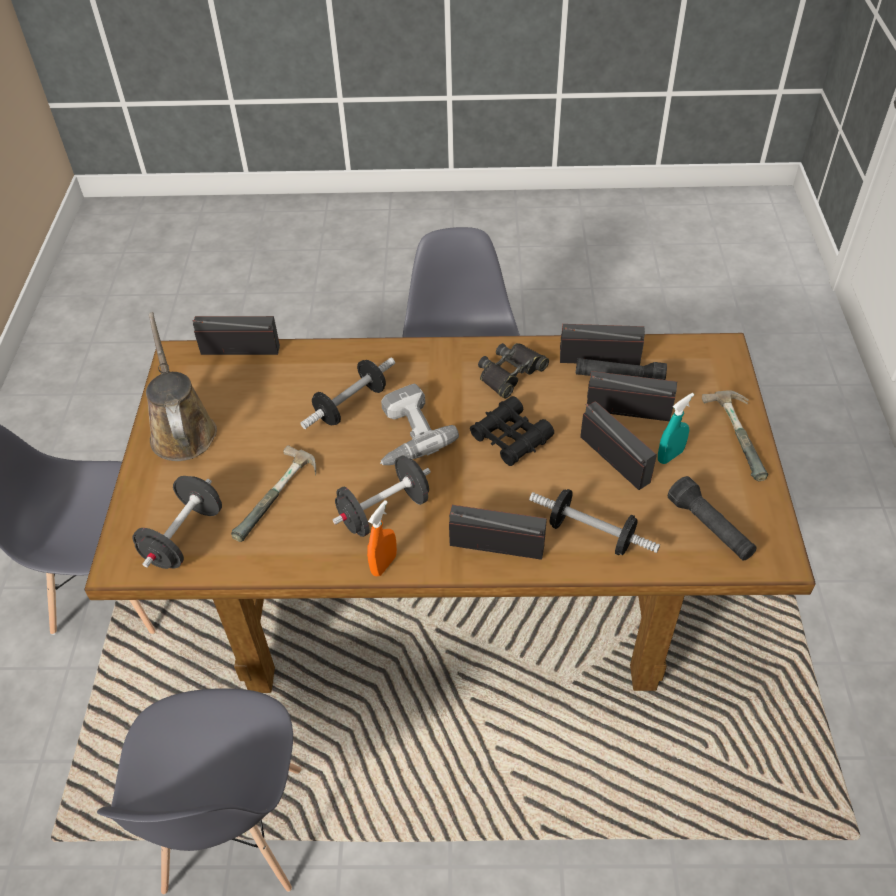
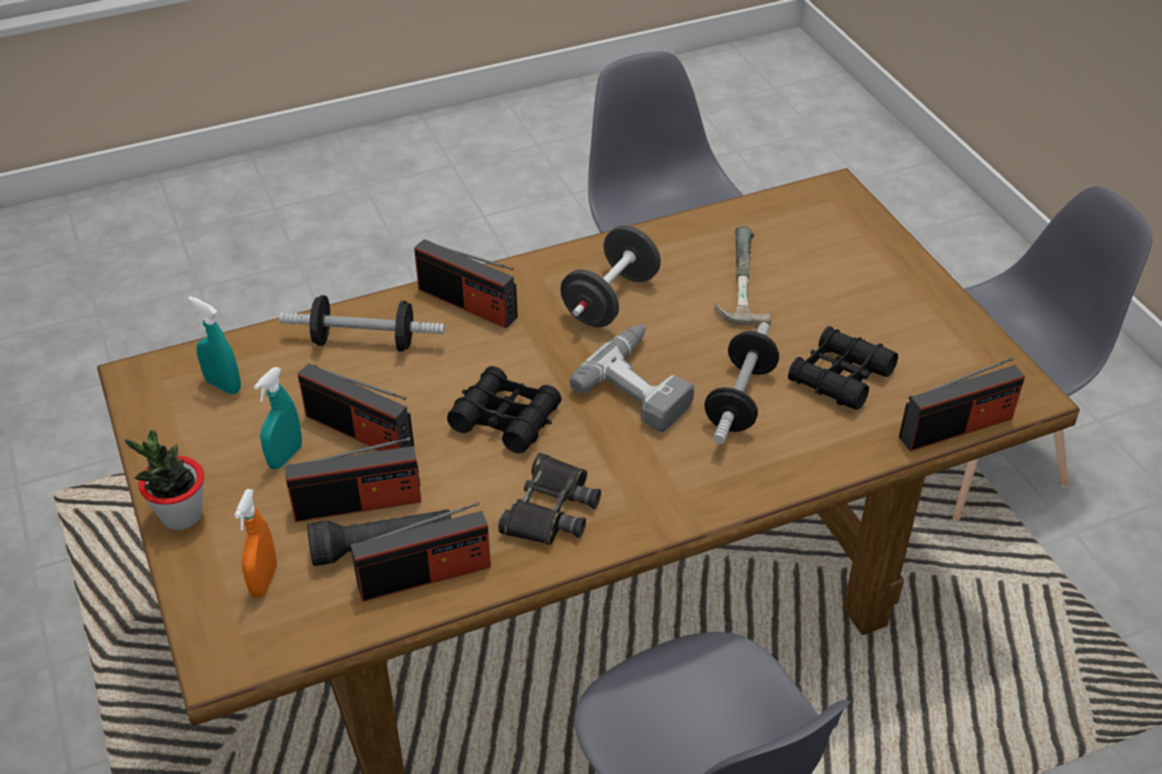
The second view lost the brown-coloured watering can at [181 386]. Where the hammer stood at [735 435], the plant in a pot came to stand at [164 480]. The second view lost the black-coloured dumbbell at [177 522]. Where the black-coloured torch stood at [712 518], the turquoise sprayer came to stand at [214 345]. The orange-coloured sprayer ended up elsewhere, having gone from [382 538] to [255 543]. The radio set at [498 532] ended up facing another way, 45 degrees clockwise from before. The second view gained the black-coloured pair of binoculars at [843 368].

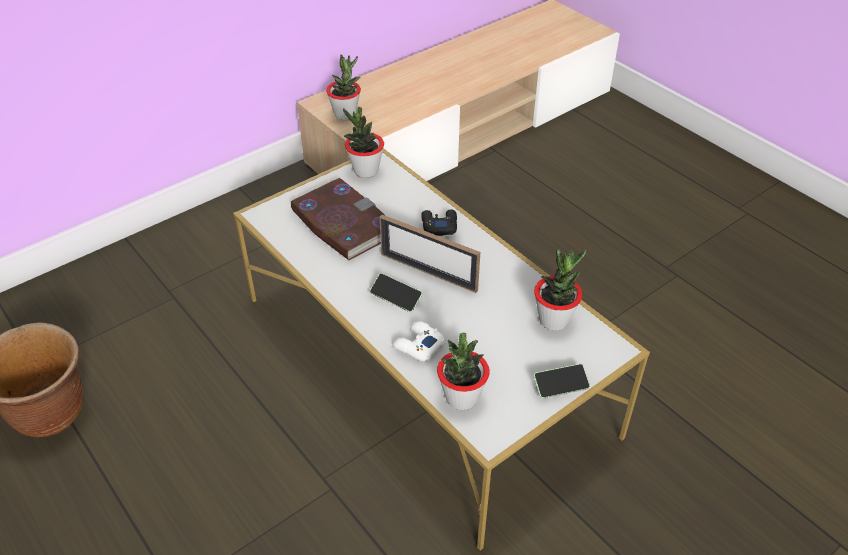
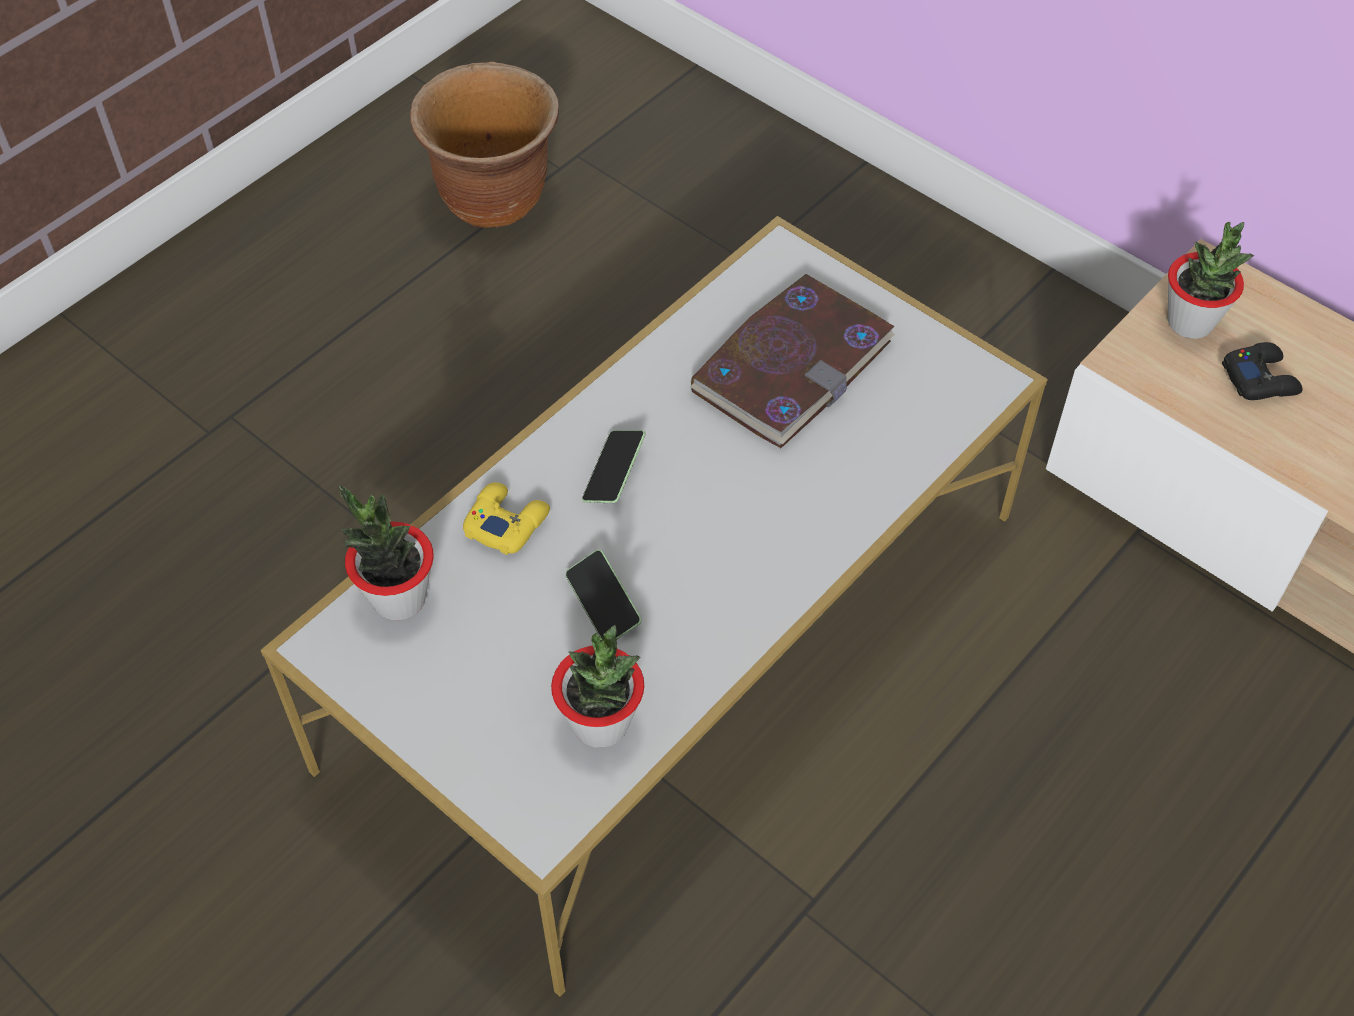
The second view lost the plant in a pot at [363 142]. The black-coloured game controller ended up elsewhere, having gone from [439 222] to [1262 371]. The second view lost the standing frame at [430 254]. What was the whitish game controller at [418 341] turned into the yellow-coloured game controller at [506 518]. The handset ended up elsewhere, having gone from [562 381] to [603 594].

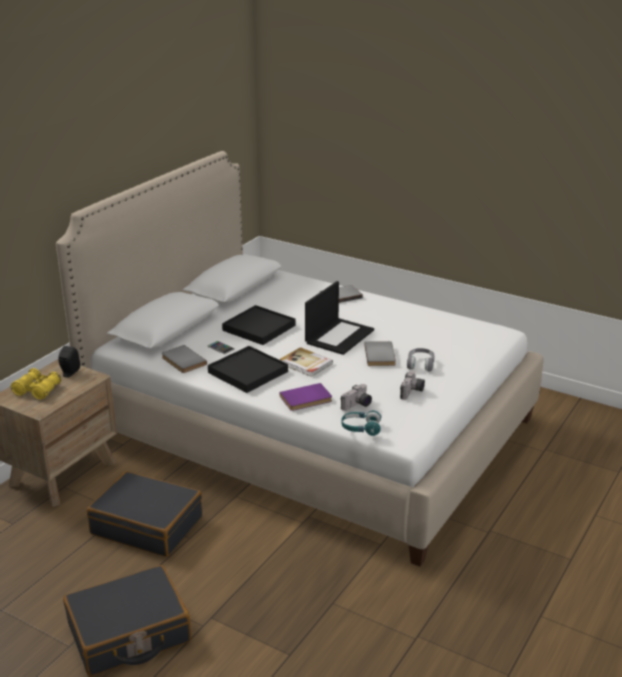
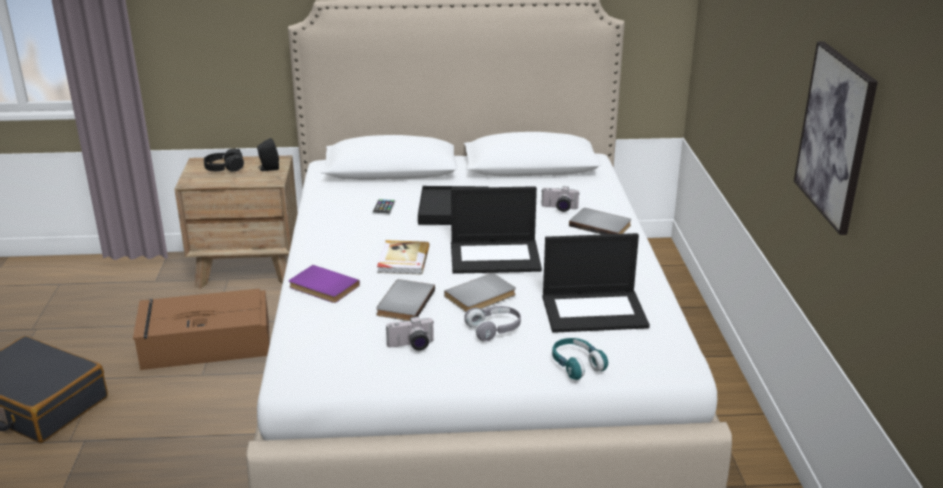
The gray book ended up elsewhere, having gone from [184 359] to [405 300]. The second view lost the black-coloured tray at [248 369]. Where the yellow-coloured pair of binoculars stood at [36 384], the black-coloured headphones came to stand at [224 160]. The still camera ended up elsewhere, having gone from [356 397] to [560 199]. The turquoise headphones ended up elsewhere, having gone from [361 423] to [580 359]. Where the black-coloured piece of luggage stood at [144 514], the brown-coloured storage box came to stand at [201 329]. The second view gained the picture at [836 138]. The second view gained the laptop at [596 283].

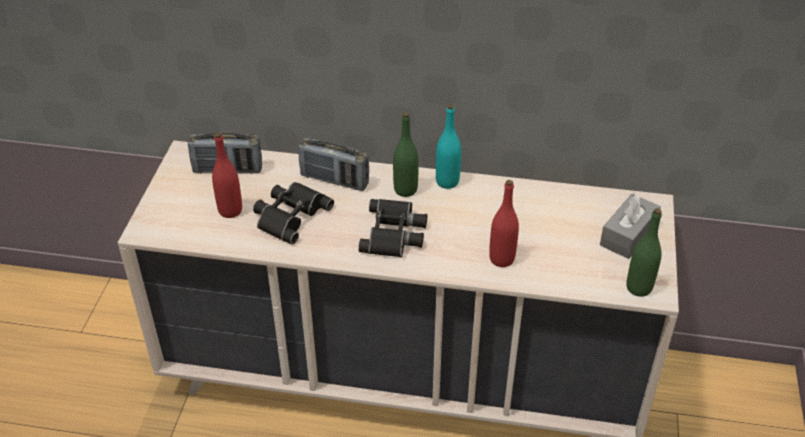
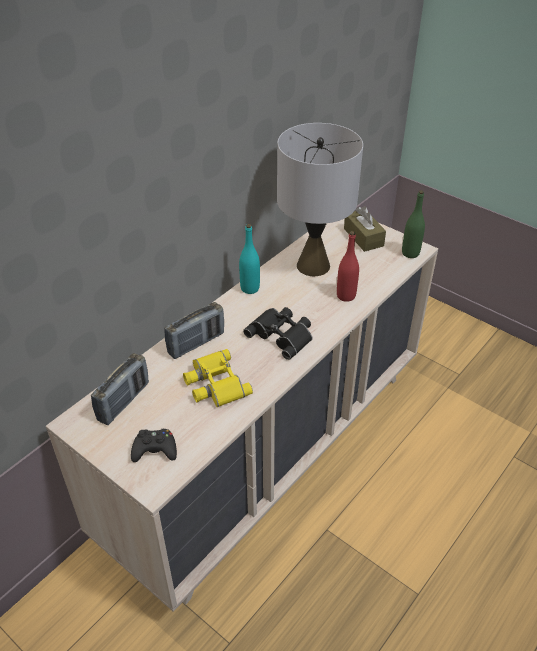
The second view lost the greenish bottle at [406 154]. The second view lost the red-coloured bottle at [227 175]. What was the black-coloured pair of binoculars at [293 213] turned into the yellow-coloured pair of binoculars at [218 378]. What was the gray tissue holder at [630 226] turned into the brown-coloured tissue holder at [365 229]. The second view gained the gray tabletop lamp at [320 199]. The second view gained the black-coloured game controller at [154 445].

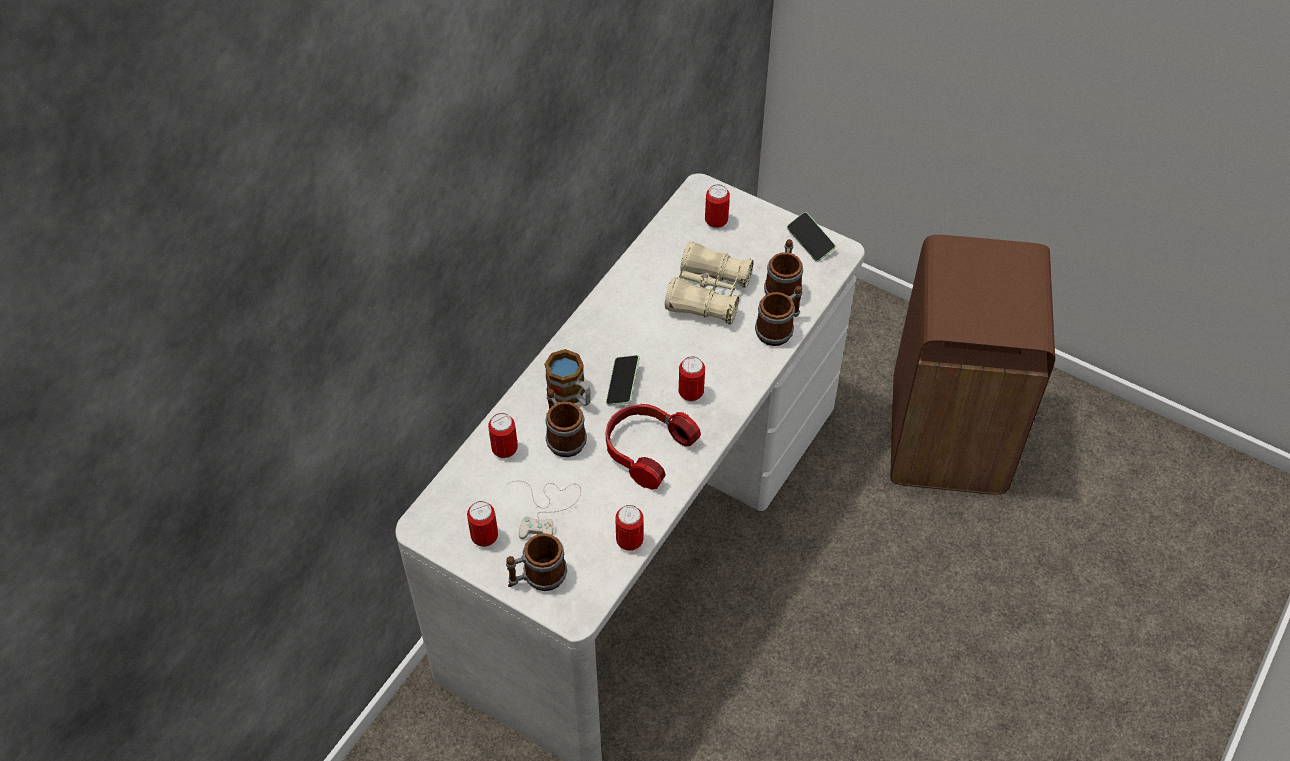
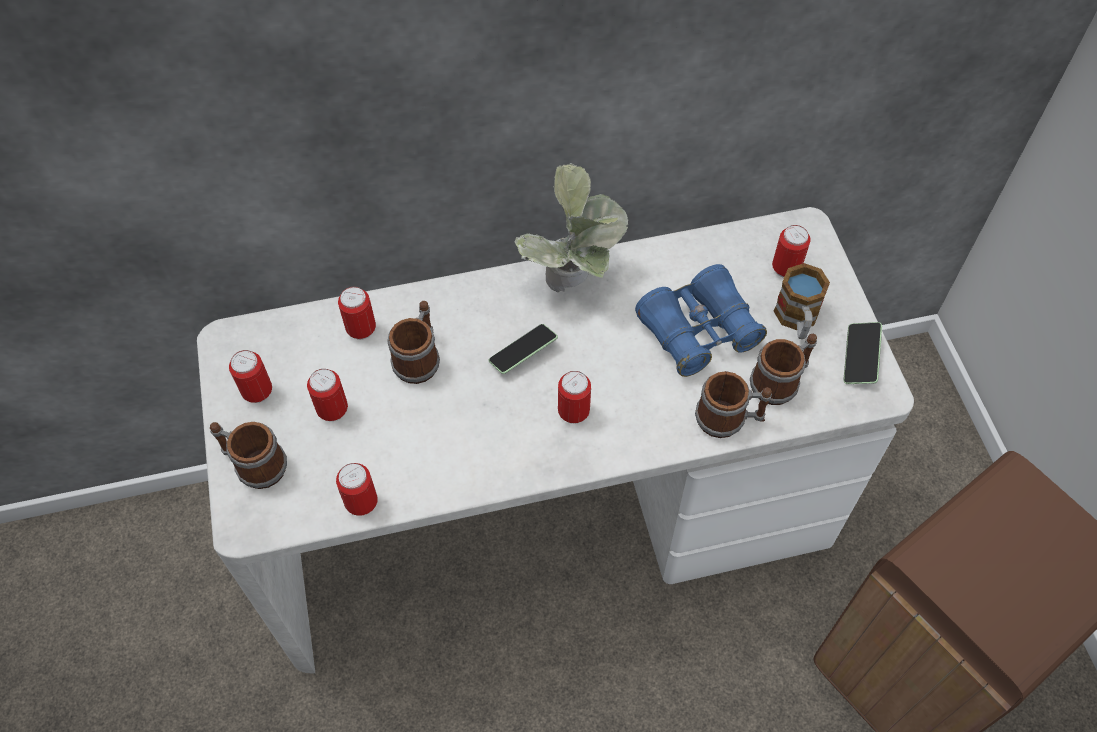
What was the beige-coloured pair of binoculars at [709 283] turned into the blue-coloured pair of binoculars at [701 320]. The mug ended up elsewhere, having gone from [567 377] to [802 301]. The second view lost the headphones at [653 446]. Where the whitish game controller stood at [543 510], the metal can came to stand at [327 395]. The second view gained the plant in a pot at [571 228].

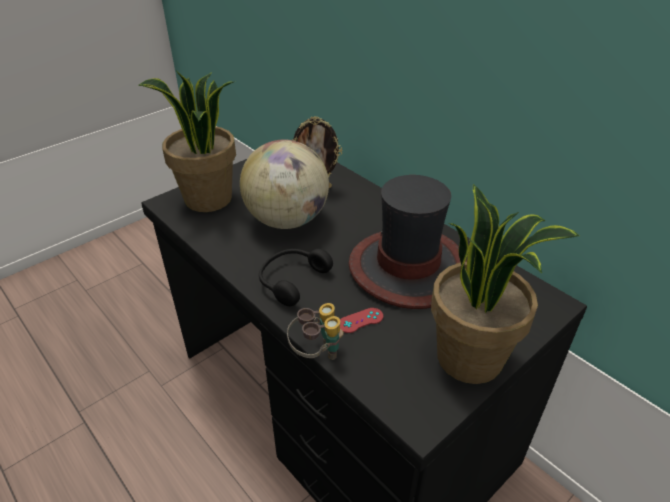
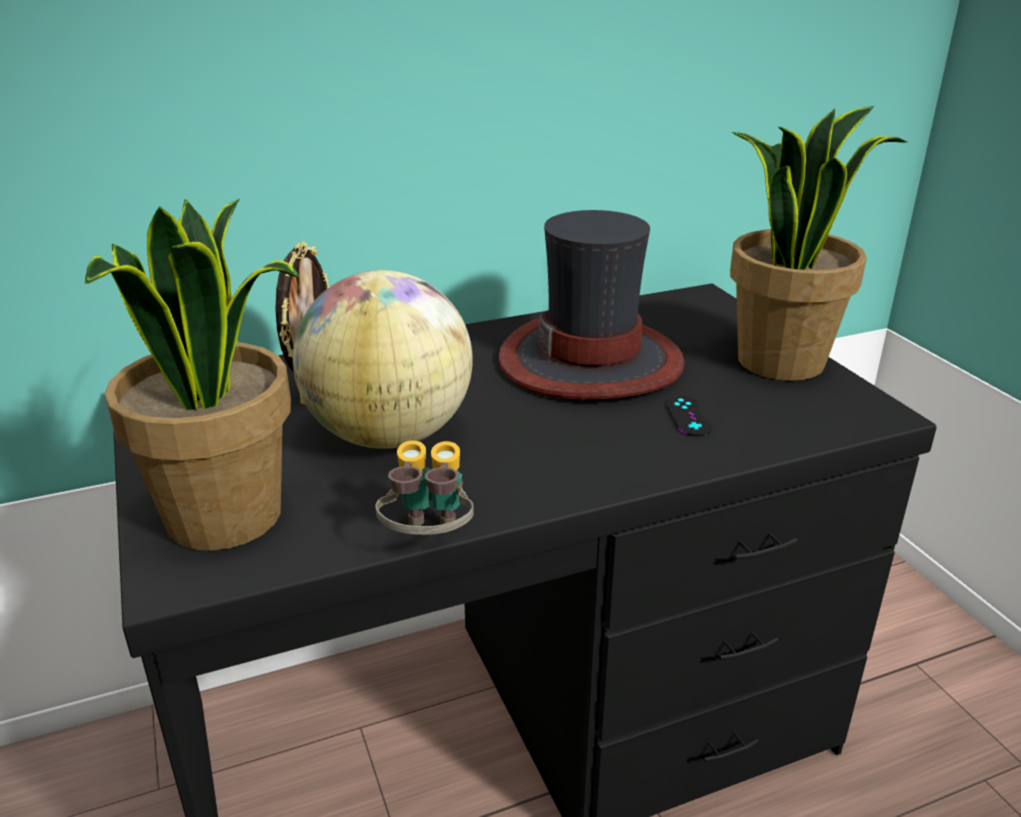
The second view lost the black-coloured headphones at [296 277]. The pair of binoculars ended up elsewhere, having gone from [315 331] to [424 487]. What was the red-coloured game controller at [361 320] turned into the black-coloured game controller at [689 416].

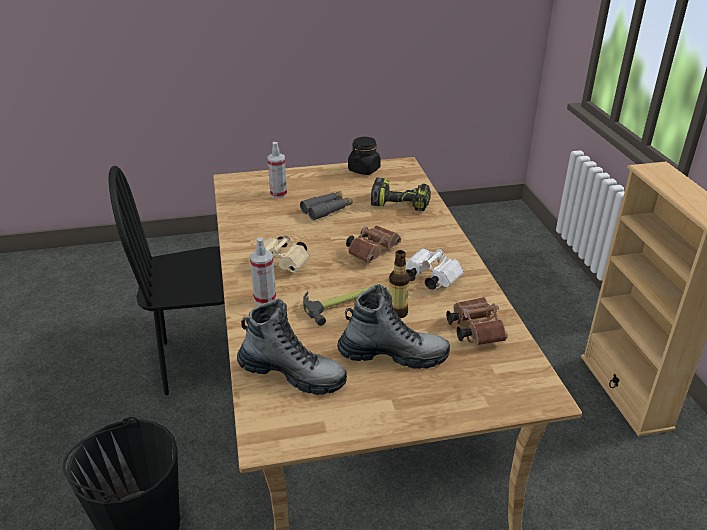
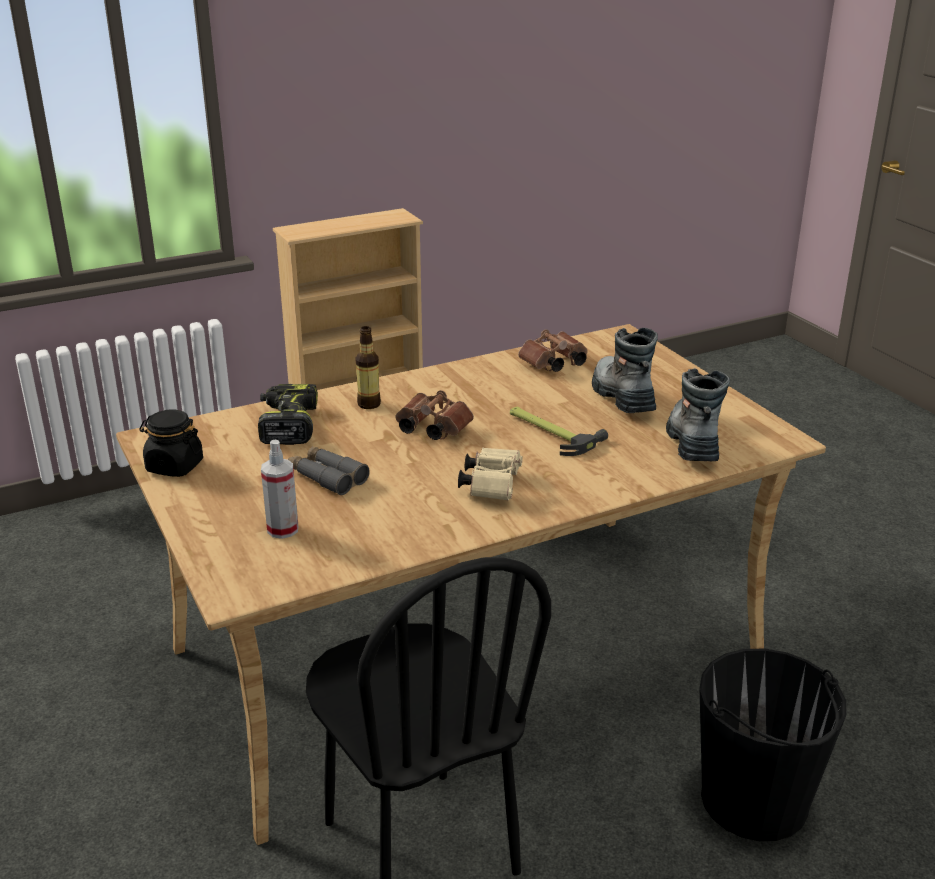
The second view lost the sprayer at [263 270]. The second view lost the whitish pair of binoculars at [435 269]. The bottle ended up elsewhere, having gone from [399 284] to [368 367].

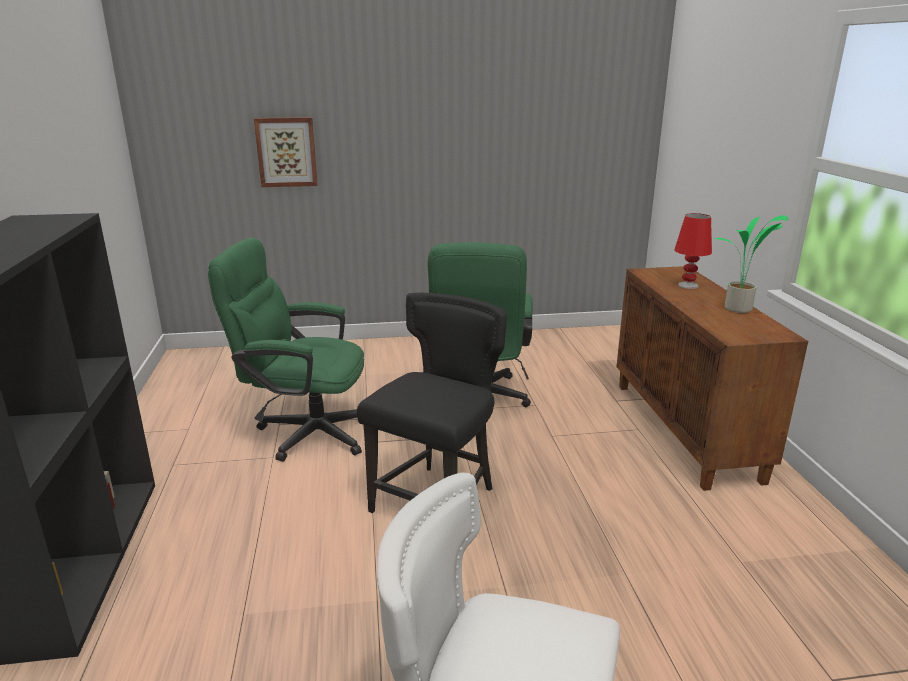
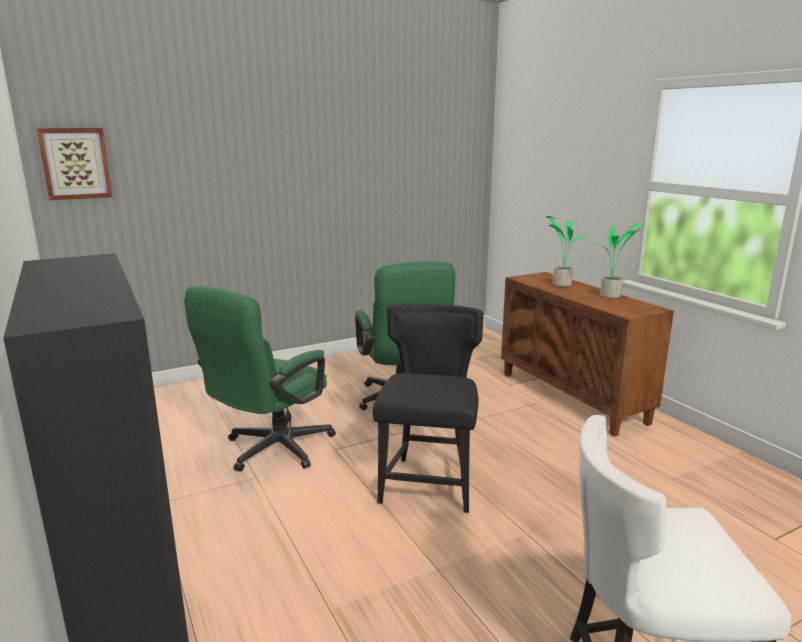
The picture ended up elsewhere, having gone from [286 152] to [75 164]. Where the red-coloured tabletop lamp stood at [693 251], the plant in a pot came to stand at [566 251]. The greenish desk chair at [286 349] ended up facing another way, 45 degrees counterclockwise from before.

